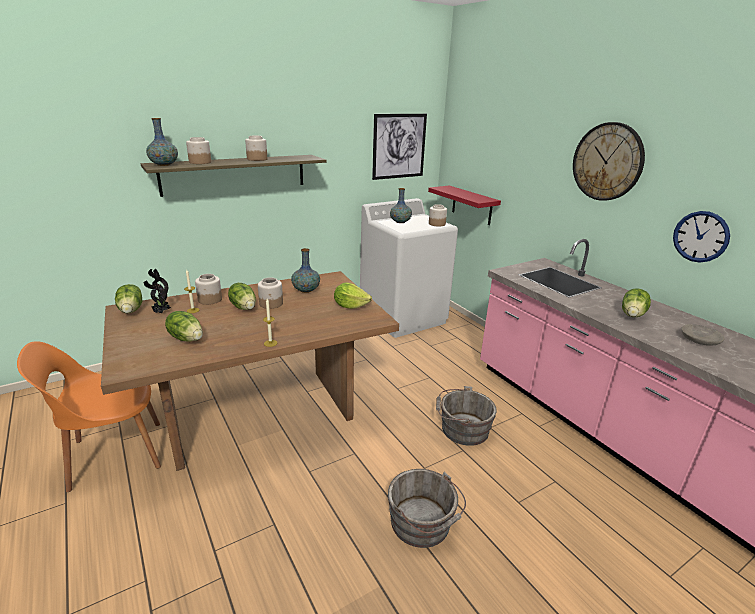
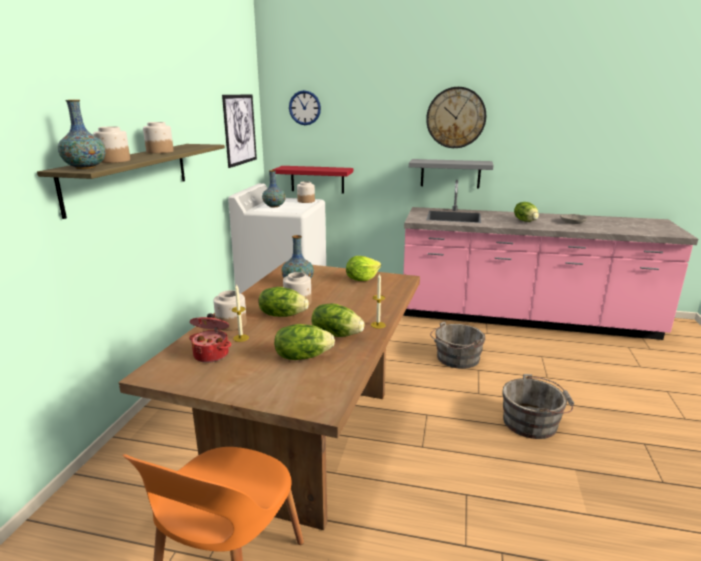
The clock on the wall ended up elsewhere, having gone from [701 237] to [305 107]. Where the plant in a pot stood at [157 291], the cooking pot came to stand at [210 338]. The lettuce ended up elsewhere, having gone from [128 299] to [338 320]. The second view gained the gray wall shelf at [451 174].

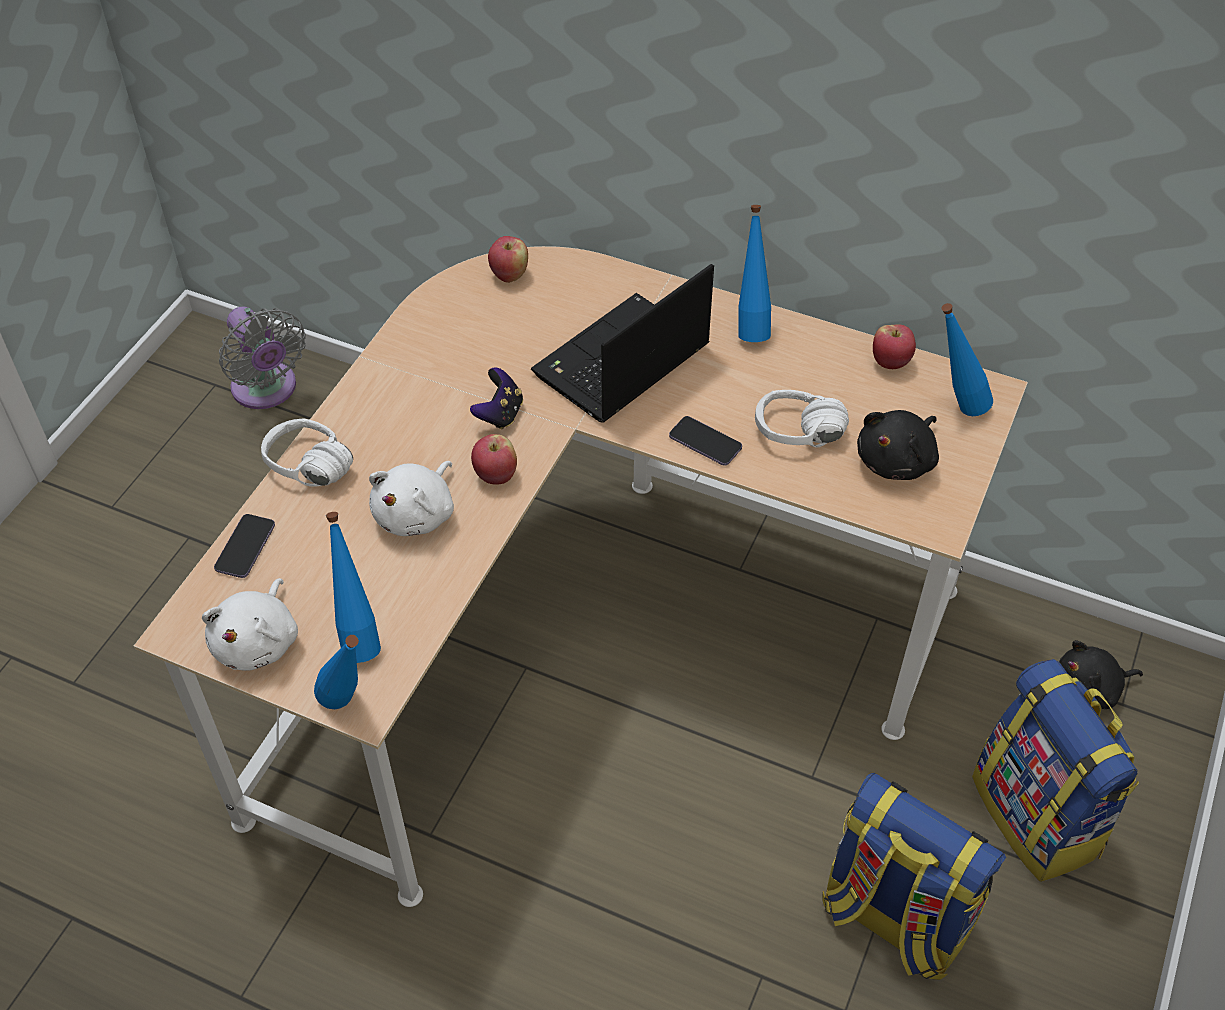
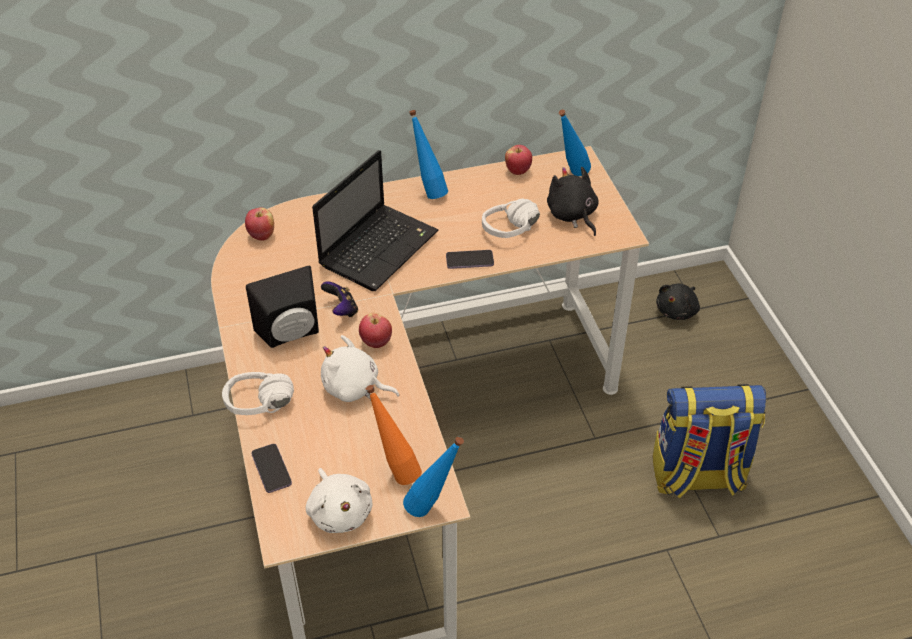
The laptop at [622 343] ended up facing another way, 150 degrees counterclockwise from before. The second view lost the gray fan at [262 358]. The black-coloured plush toy at [898 445] ended up facing another way, 150 degrees clockwise from before. The whitish plush toy at [411 498] ended up facing another way, 120 degrees clockwise from before. What was the blue-coloured bottle at [353 587] turned into the orange-coloured bottle at [394 435]. The second view lost the backpack at [1055 770]. The second view gained the black-coloured audio speaker at [282 307].

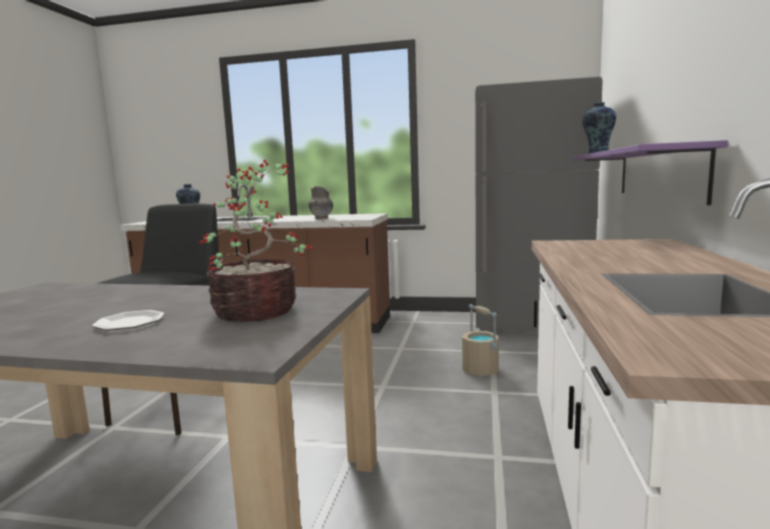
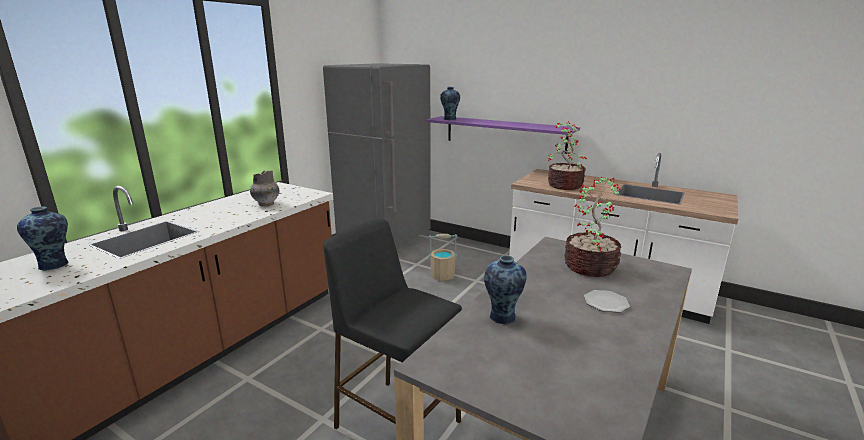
The second view gained the plant in a pot at [567 155]. The second view gained the decorative vase at [505 289].

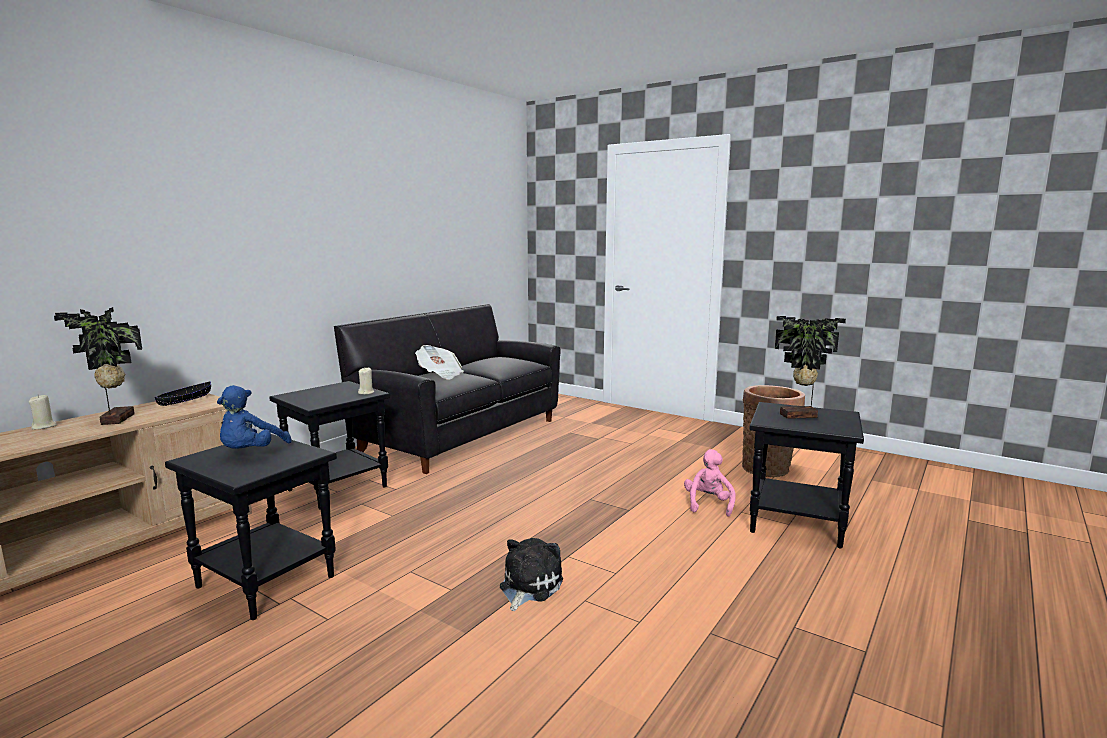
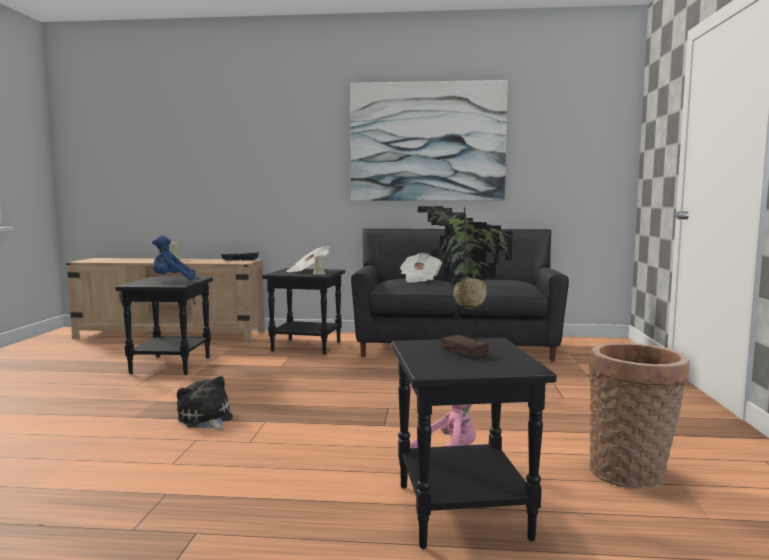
The second view lost the plant in a pot at [98 366]. The plush toy at [531 574] ended up facing another way, 120 degrees counterclockwise from before. The second view gained the picture at [429 140]. The second view gained the daily paper at [308 259].

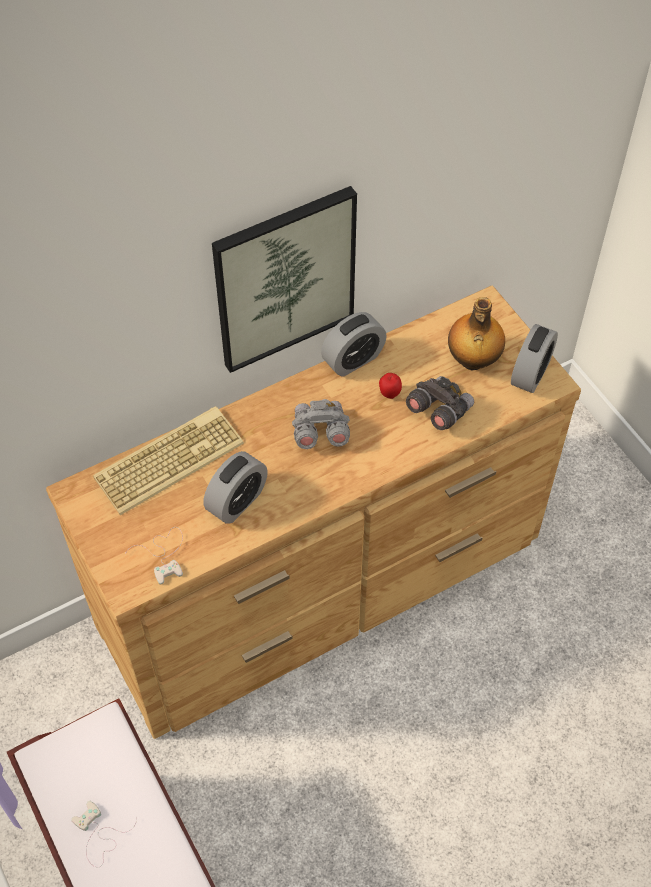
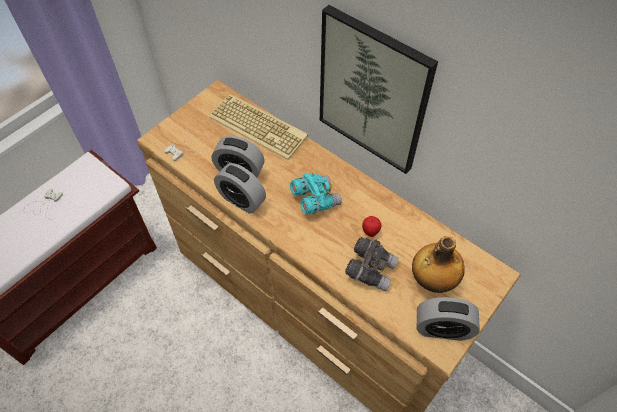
The bedside clock ended up elsewhere, having gone from [354 344] to [240 188]. What was the gray pair of binoculars at [321 424] turned into the turquoise pair of binoculars at [316 193].

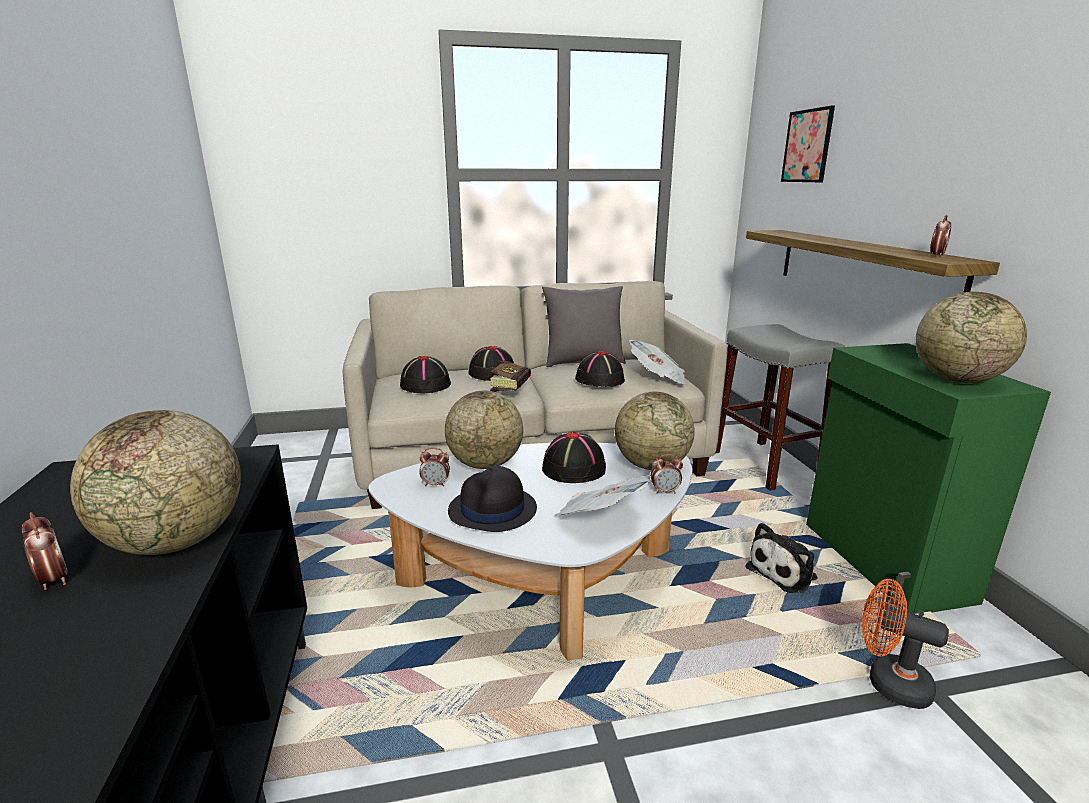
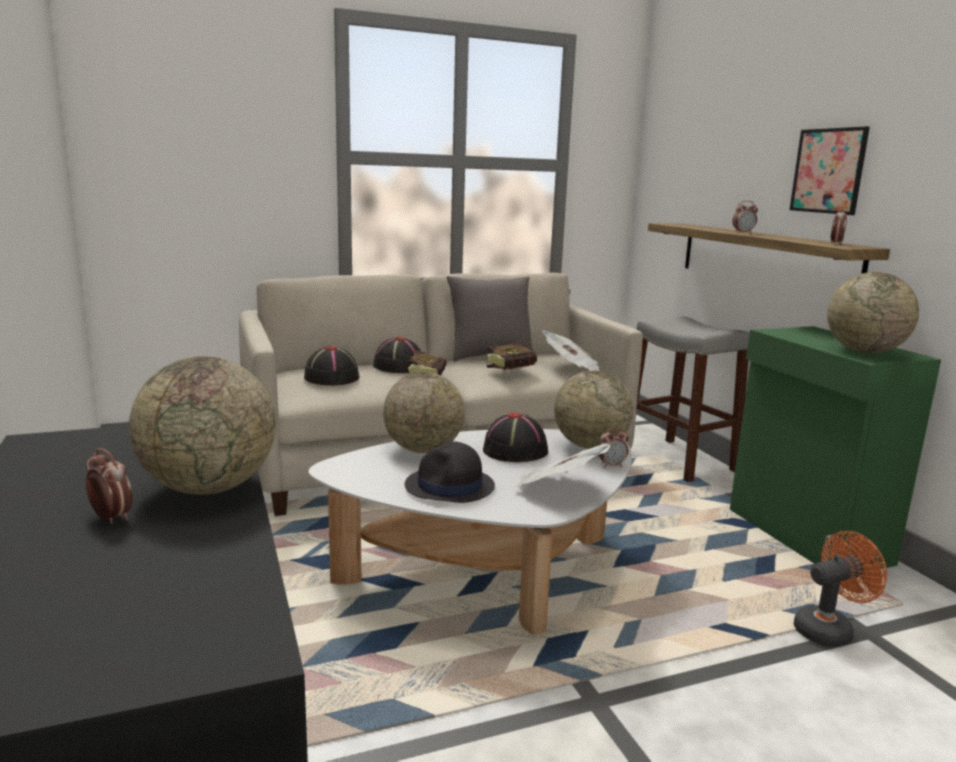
The picture ended up elsewhere, having gone from [808 143] to [830 170]. Where the black-coloured clothing hat stood at [600 369], the book came to stand at [512 355]. The bedside clock ended up elsewhere, having gone from [434 467] to [745 217]. The second view lost the plush toy at [782 558]. The orange-coloured fan at [905 644] ended up facing another way, 135 degrees clockwise from before.

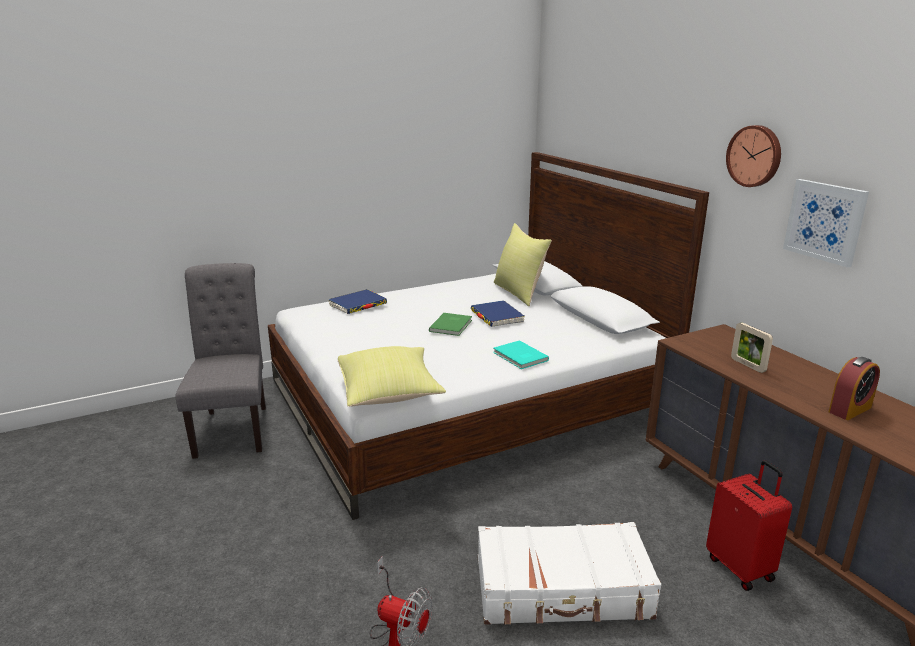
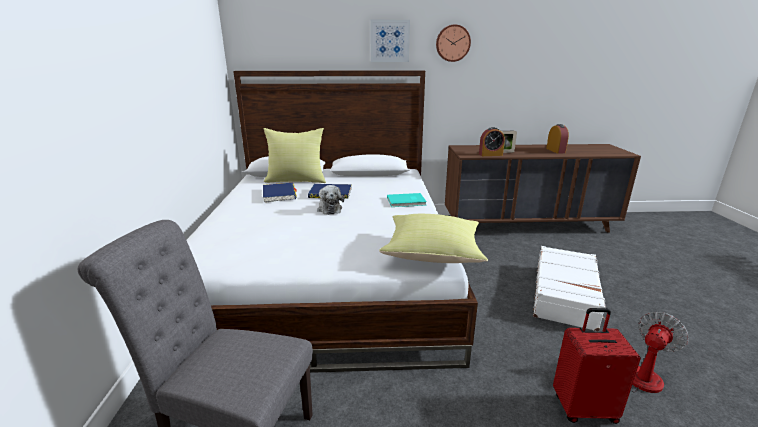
The picture ended up elsewhere, having gone from [826 223] to [390 41]. The blue-coloured book ended up elsewhere, having gone from [357 301] to [280 193]. Where the greenish book stood at [450 324], the plush toy came to stand at [330 200]. The red-coloured piece of luggage ended up elsewhere, having gone from [749 525] to [597 366]. The second view gained the bedside clock at [492 141].

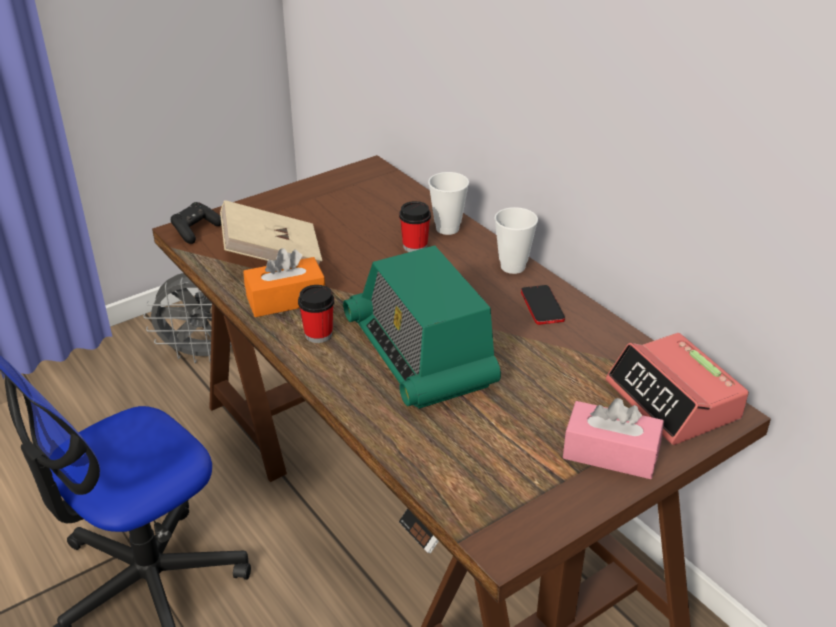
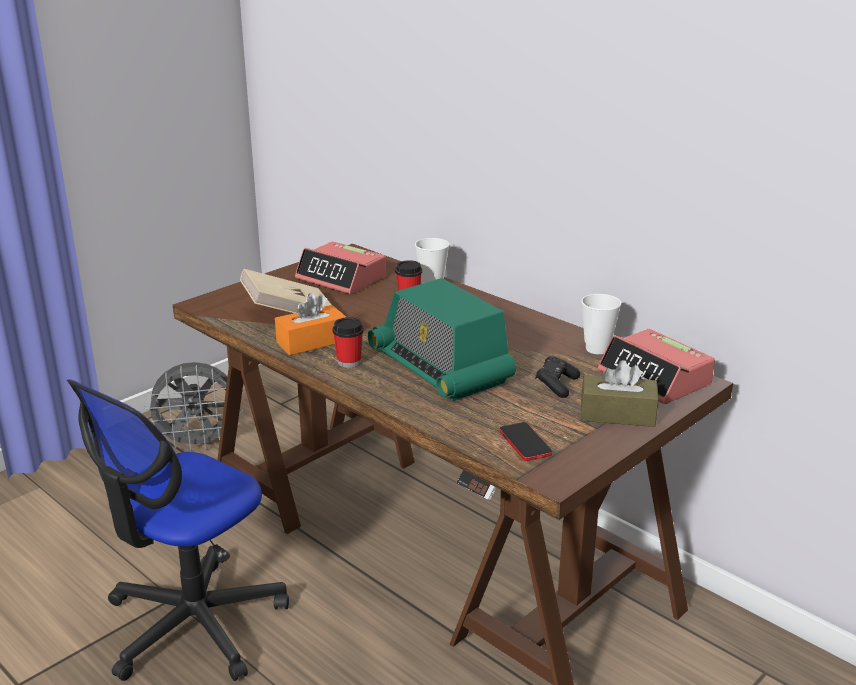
The black-coloured game controller ended up elsewhere, having gone from [196 223] to [557 377]. The cup ended up elsewhere, having gone from [516 240] to [601 324]. The handset ended up elsewhere, having gone from [543 305] to [526 441]. What was the pinkish tissue holder at [613 438] turned into the brown-coloured tissue holder at [620 393]. The second view gained the bedside clock at [340 267].

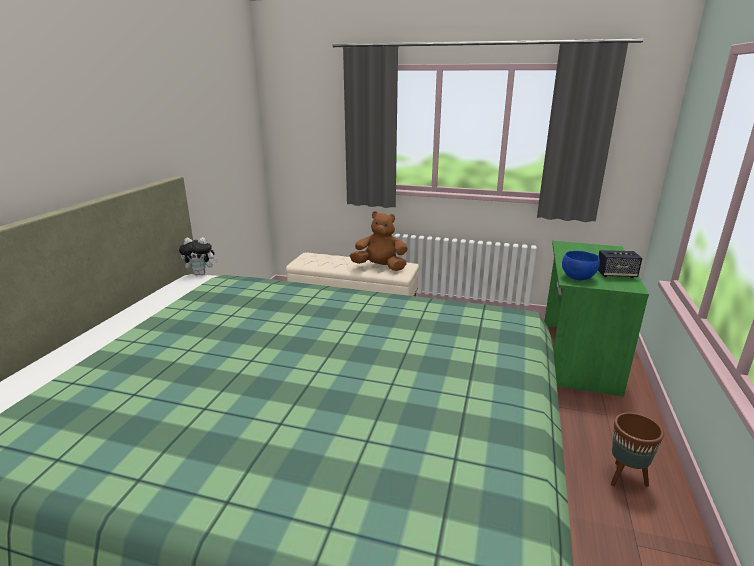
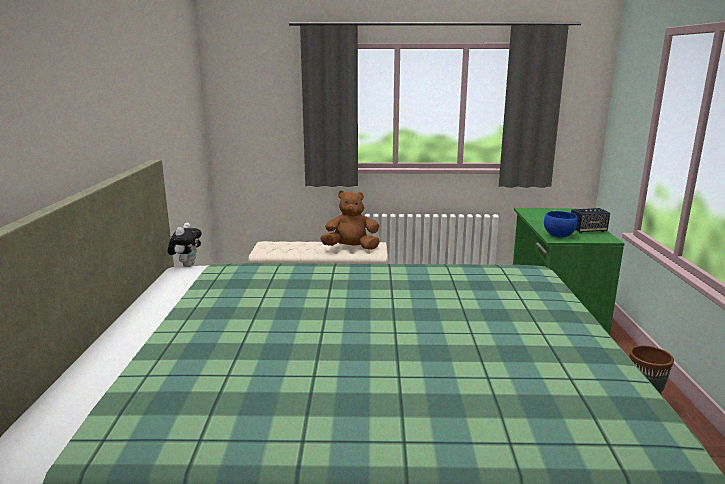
The plush toy at [198 256] ended up facing another way, 60 degrees counterclockwise from before.

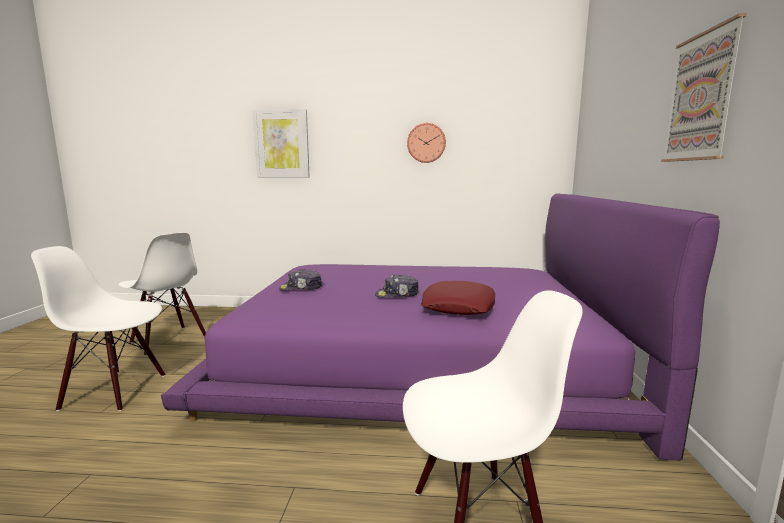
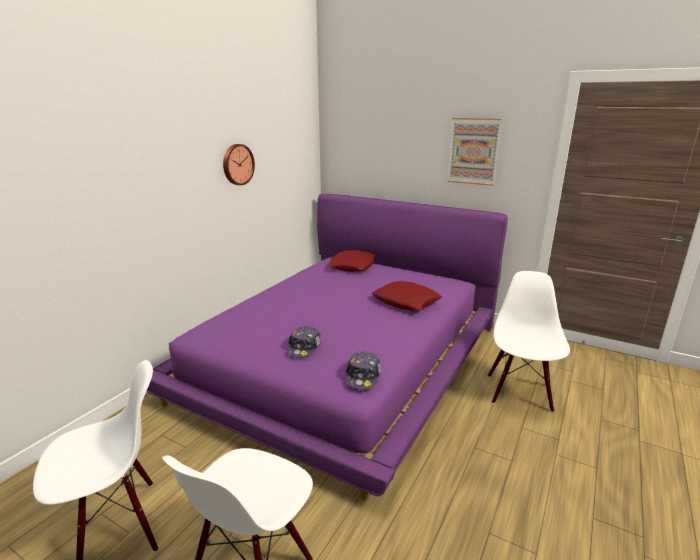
The second view lost the picture at [281 143]. The baseball cap ended up elsewhere, having gone from [397 286] to [363 370]. The second view gained the red-coloured pillow at [352 261].

